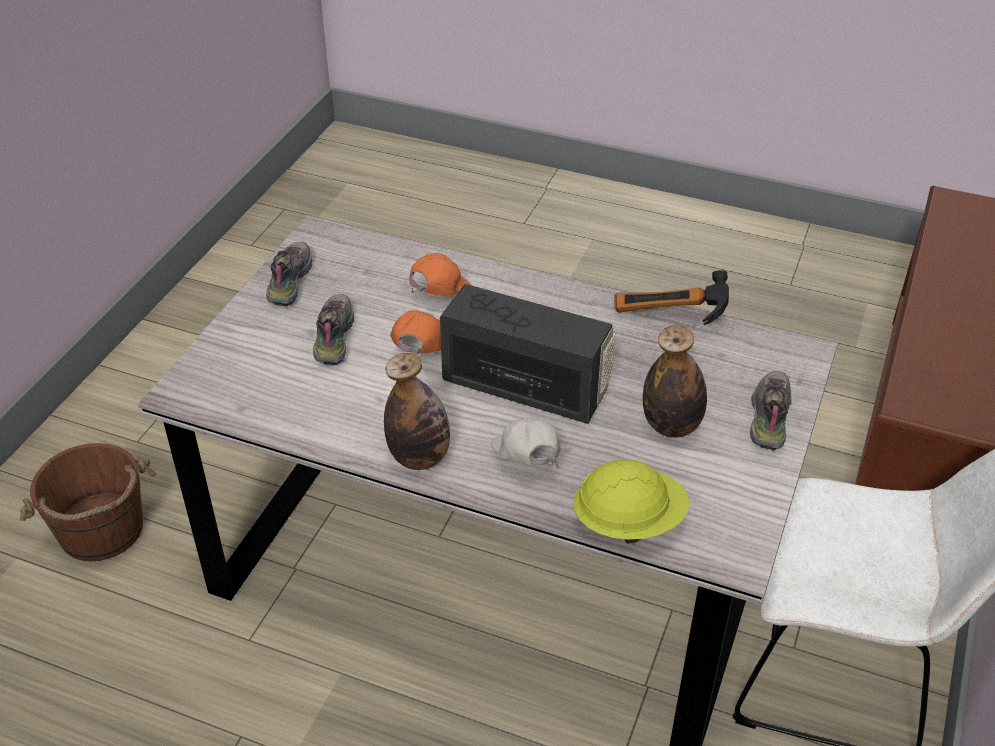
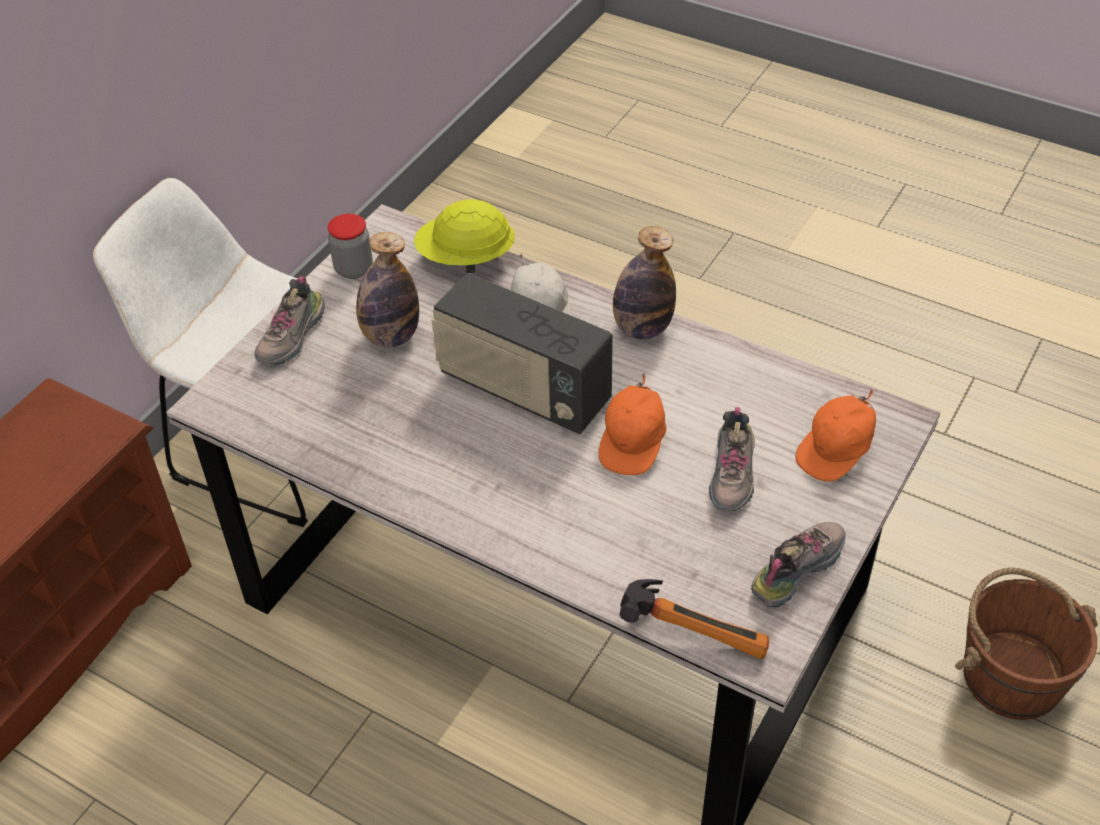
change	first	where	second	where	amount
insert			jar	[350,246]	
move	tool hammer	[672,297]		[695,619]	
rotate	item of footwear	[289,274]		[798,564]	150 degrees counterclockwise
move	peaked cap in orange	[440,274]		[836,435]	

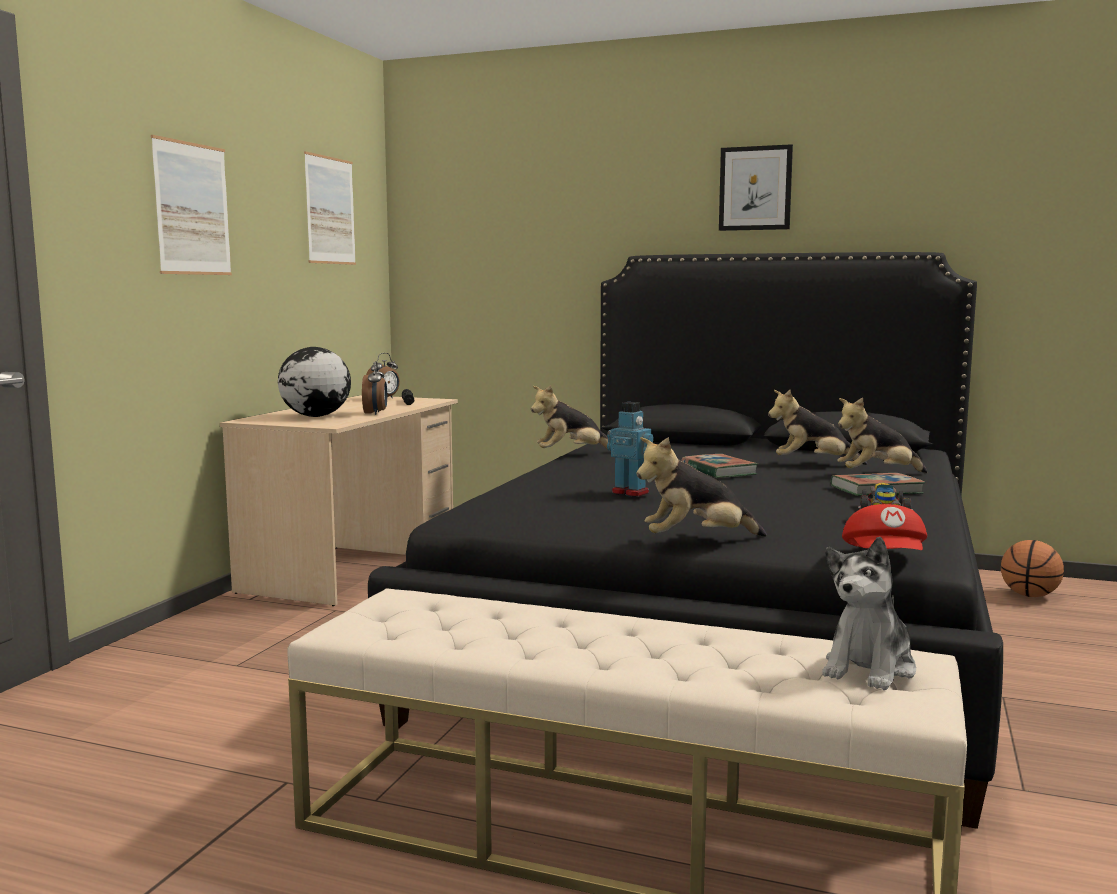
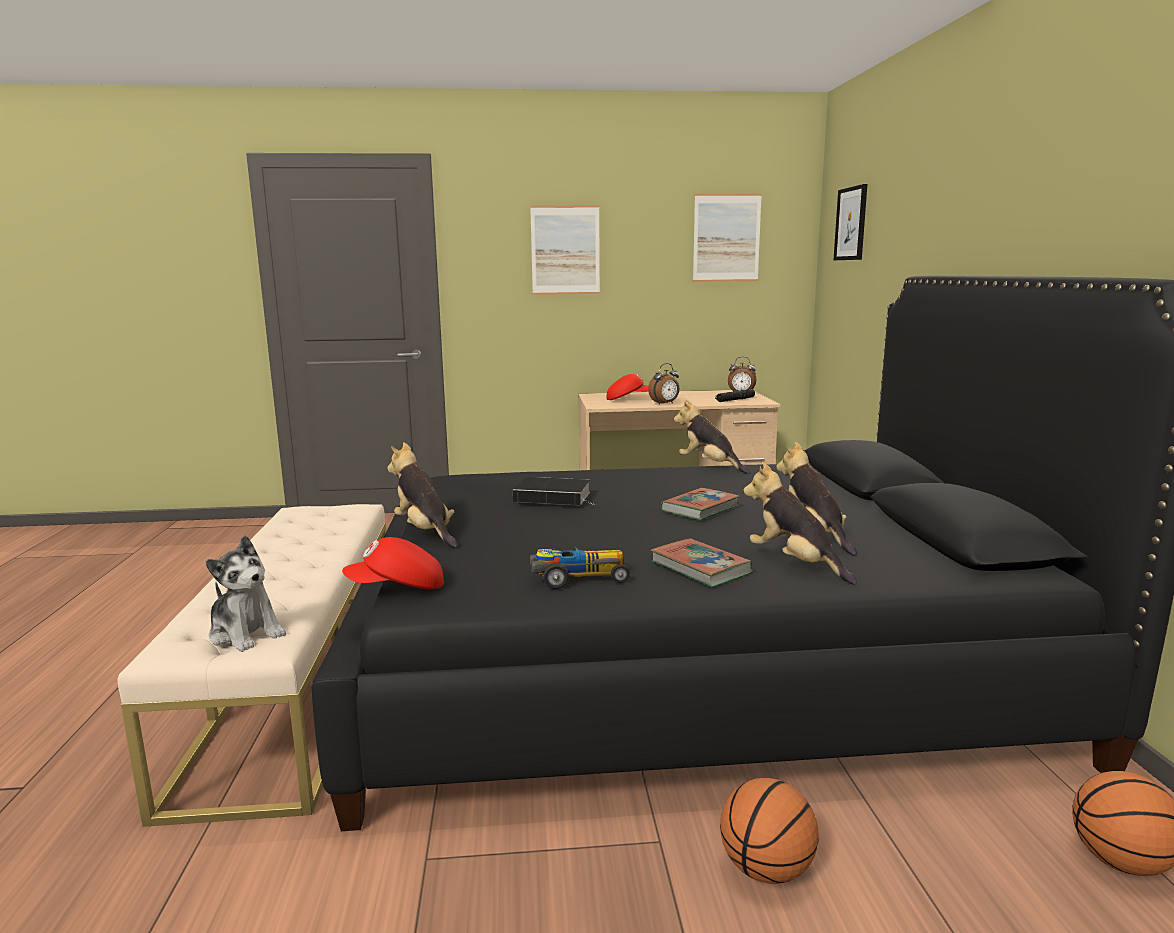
change	first	where	second	where	amount
rotate	cuddly toy	[869,613]		[246,593]	150 degrees counterclockwise
replace	toy robot	[630,449]	book	[553,491]	
replace	desk globe	[314,382]	peaked cap in reddish	[628,387]	
insert			basketball	[769,831]	
move	wall art	[756,187]		[850,222]	

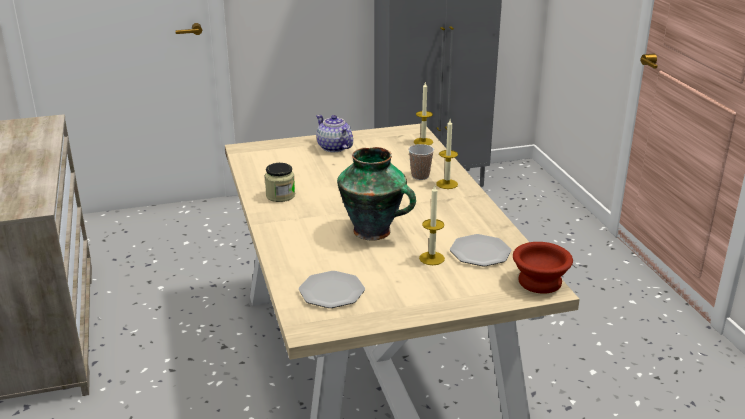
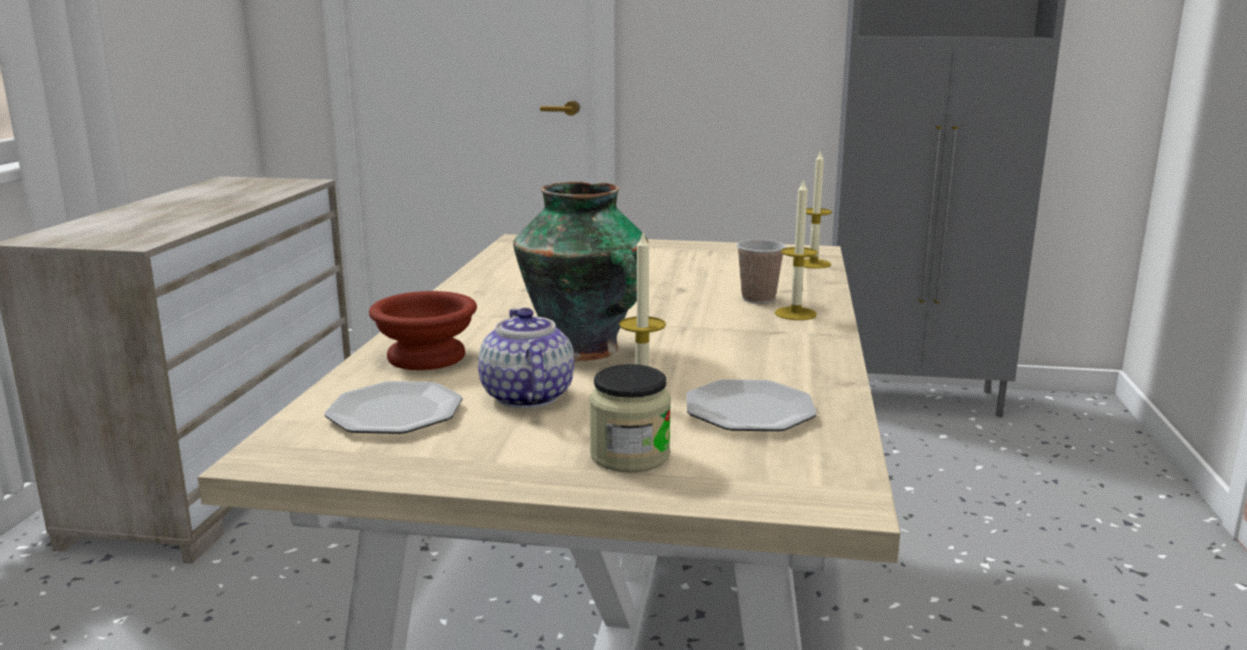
change	first	where	second	where	amount
move	deep dish in brown	[543,268]		[423,330]	
move	pot for tea	[334,133]		[526,358]	
move	jar	[280,182]		[630,418]	

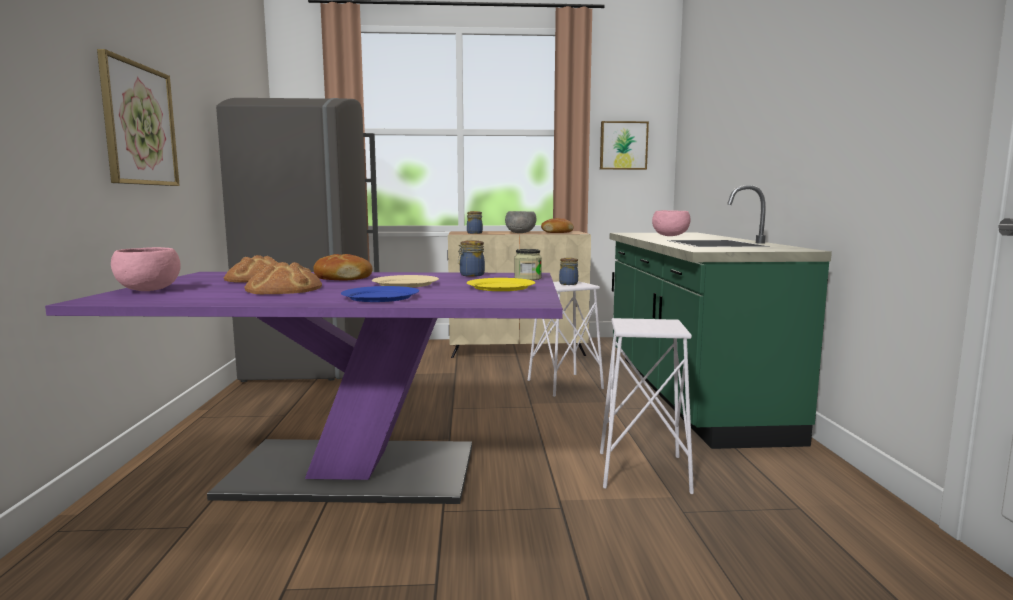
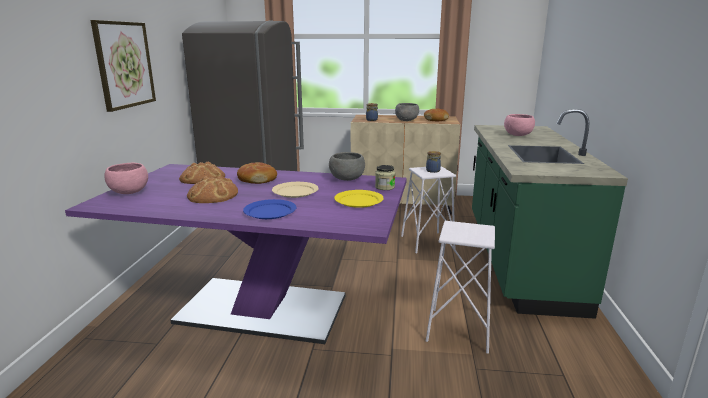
change	first	where	second	where	amount
replace	jar	[471,258]	deep dish in grey	[347,166]	
delete	wall art	[624,145]			

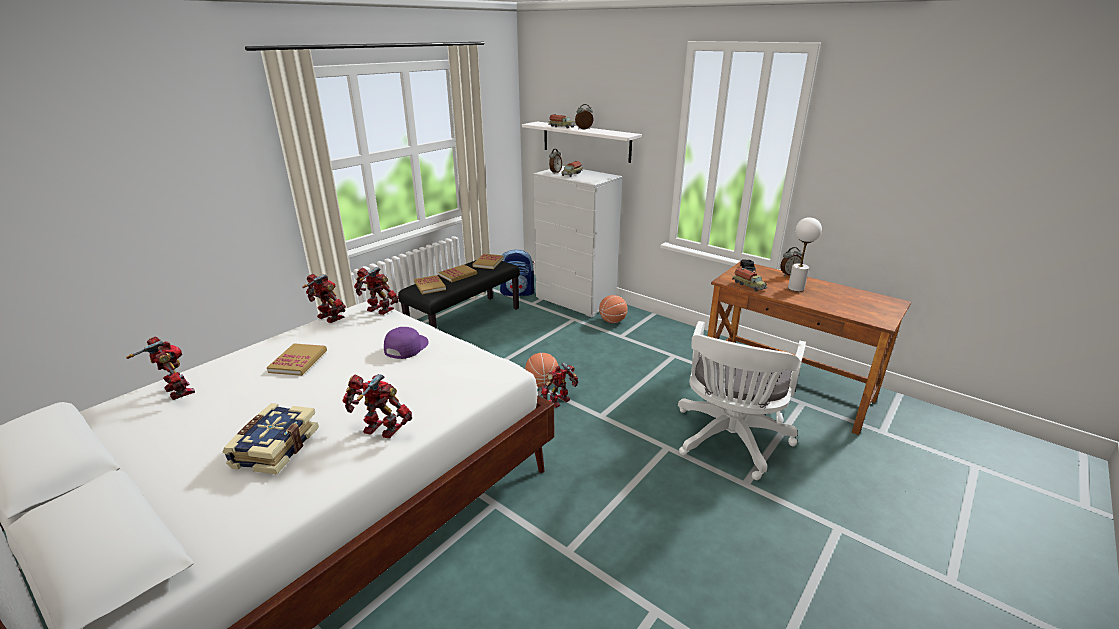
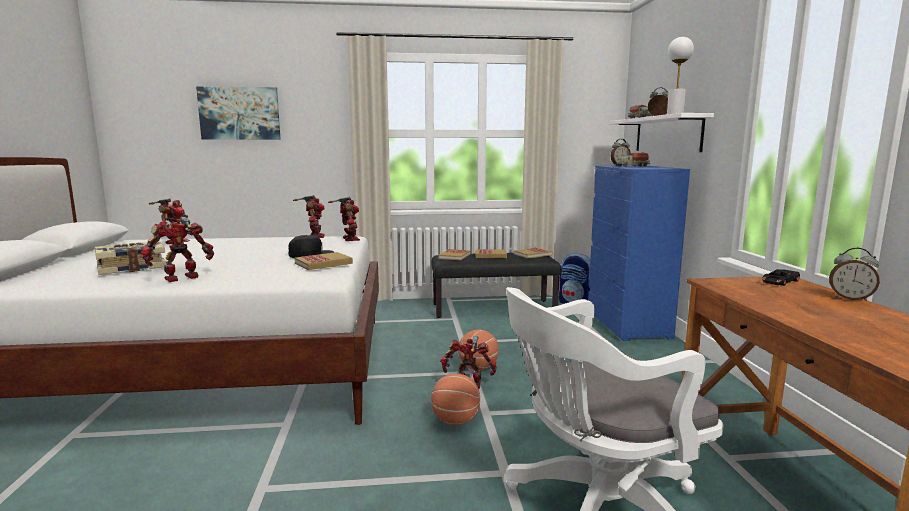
change	first	where	second	where	amount
rotate	toy robot	[377,406]		[177,249]	105 degrees counterclockwise
insert			wall art	[238,113]	
recolor	peaked cap in purplish	[406,343]	peaked cap in blackish	[311,246]	
move	book	[297,359]		[324,261]	
move	basketball	[613,309]		[455,399]	
recolor	chest of drawers in white-coloured	[577,241]	chest of drawers in blue-coloured	[639,253]	
move	lamp for a table in white-coloured	[805,254]		[680,75]	
delete	toy truck	[749,280]			

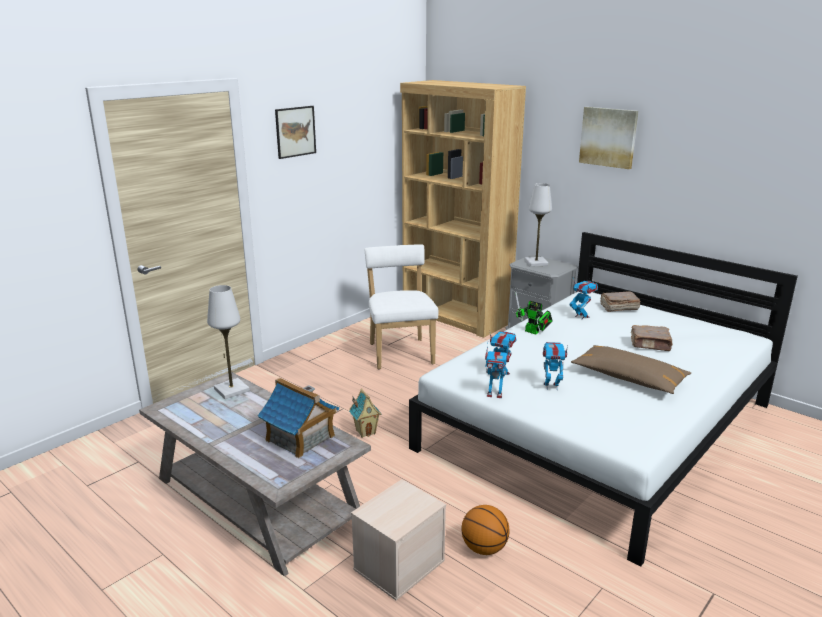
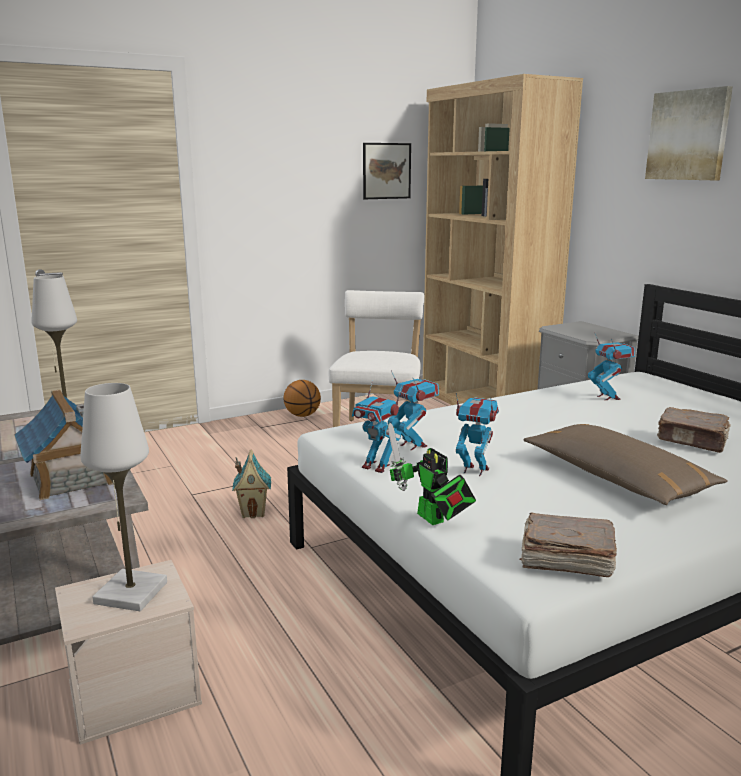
change	first	where	second	where	amount
move	lamp for a table in white-coloured	[538,225]		[123,497]	
move	basketball	[485,530]		[302,398]	
move	wall art	[295,132]		[387,171]	
move	toy robot	[534,313]		[431,473]	
move	book in brown	[620,301]		[568,544]	

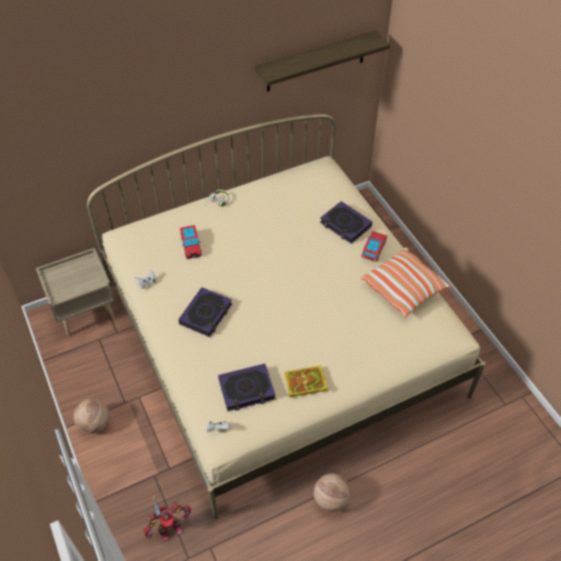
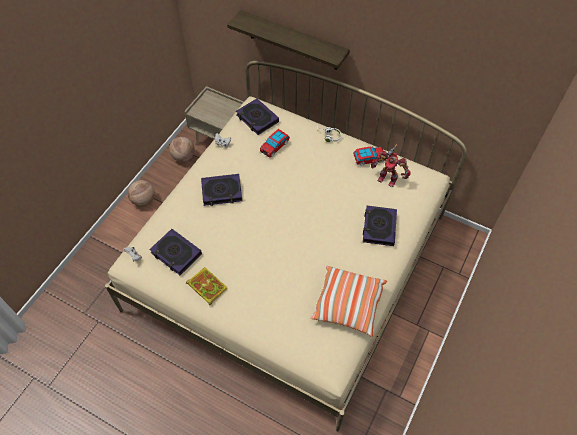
change	first	where	second	where	amount
move	basketball	[332,492]		[182,149]	
move	shelf	[322,61]		[288,40]	
insert			book	[257,117]	
move	miniature car	[374,246]		[369,156]	
move	toy robot	[167,519]		[391,165]	

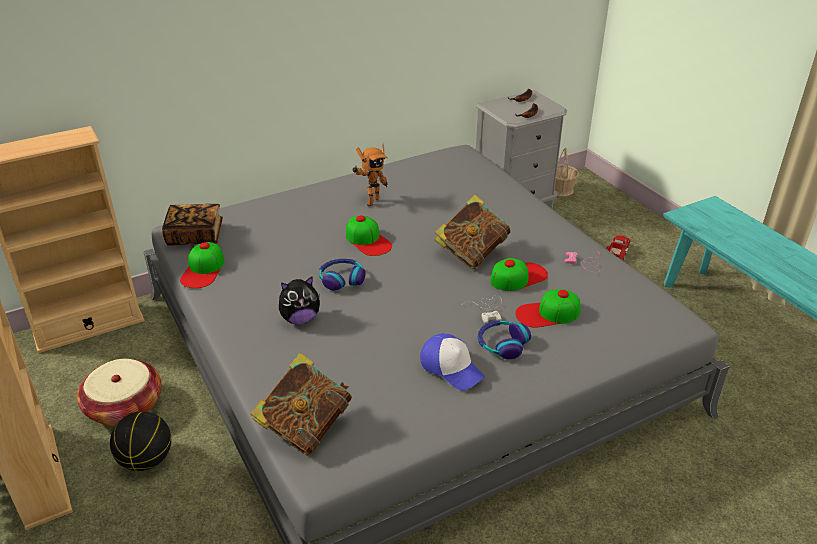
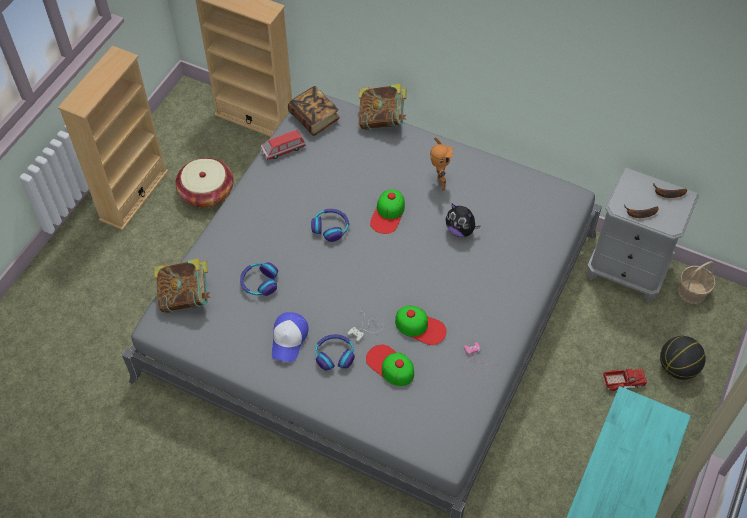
change	first	where	second	where	amount
insert			pair of headphones	[259,279]	
replace	peaked cap	[202,265]	miniature car	[283,144]	
move	book	[473,232]		[383,107]	
rotate	toy robot	[369,175]		[441,164]	105 degrees counterclockwise
move	cuddly toy	[299,300]		[463,220]	
move	basketball	[140,441]		[683,358]	

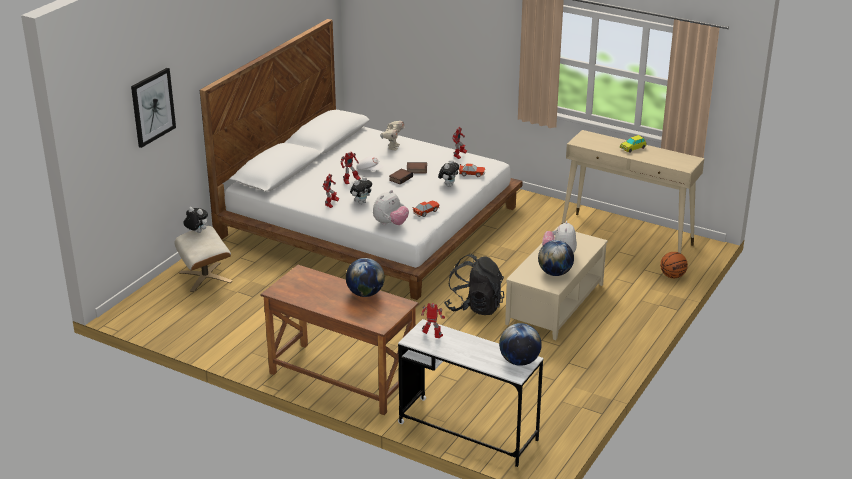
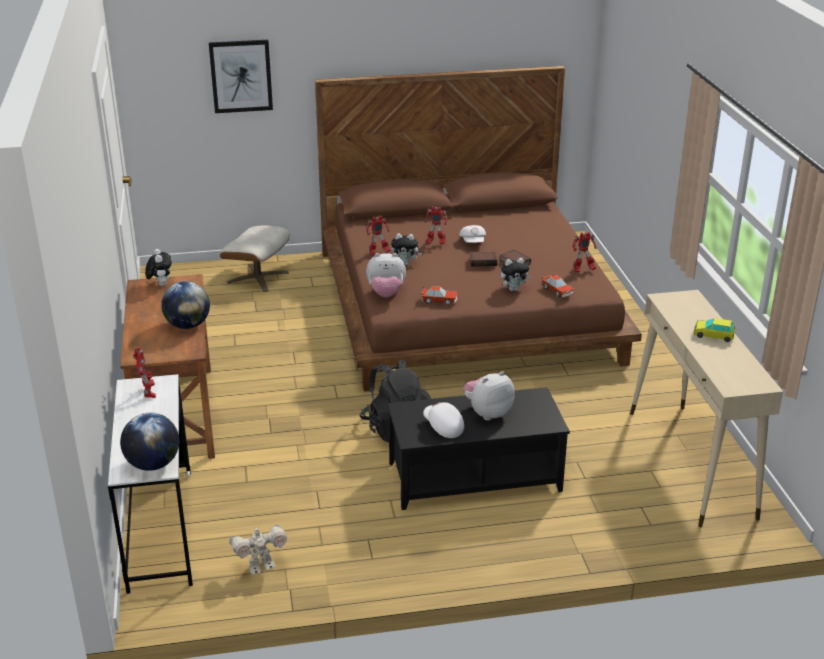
change	first	where	second	where	amount
move	cuddly toy	[196,220]		[158,267]	
move	toy robot	[392,135]		[258,549]	
recolor	bed in white-coloured	[361,159]	bed in brown	[478,229]	
recolor	low table in beige	[556,283]	low table in blackish	[479,448]	
replace	desk globe	[556,258]	peaked cap in white-coloured	[443,420]	
delete	basketball	[674,265]			

